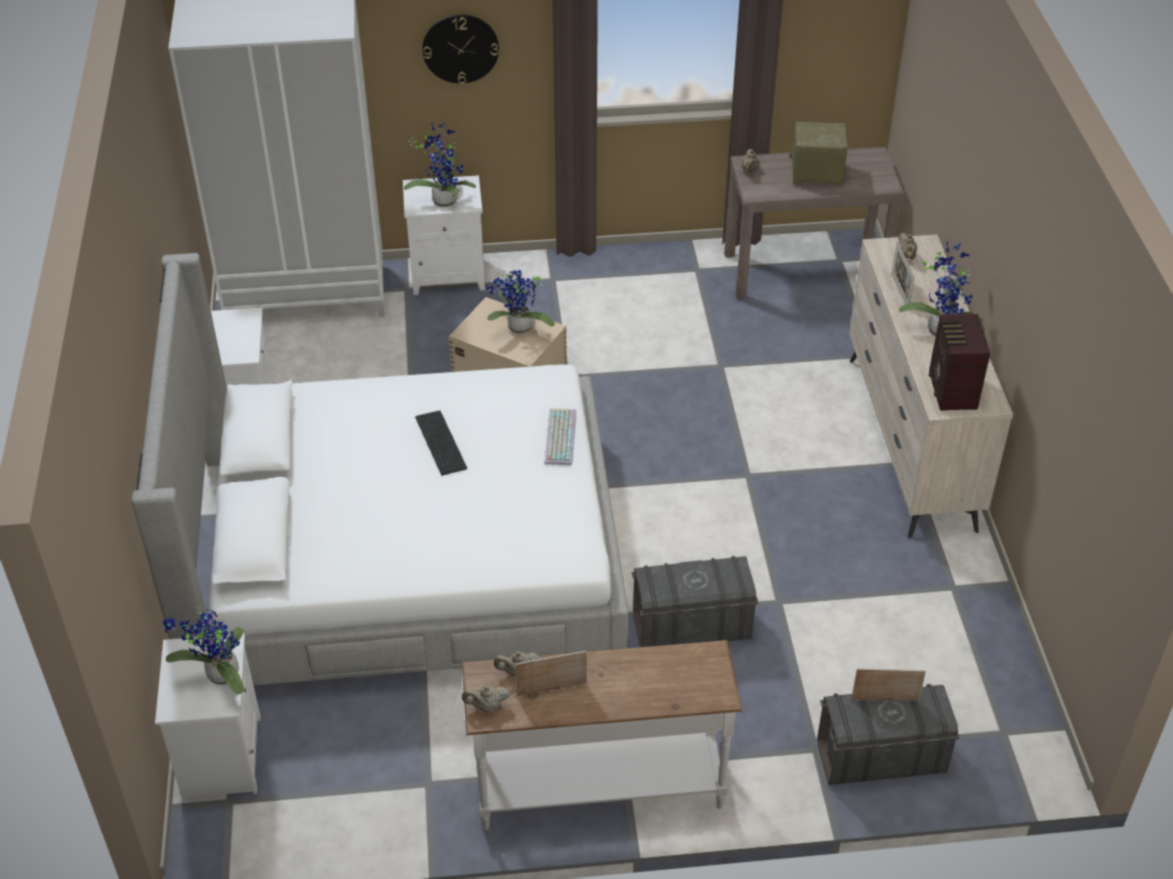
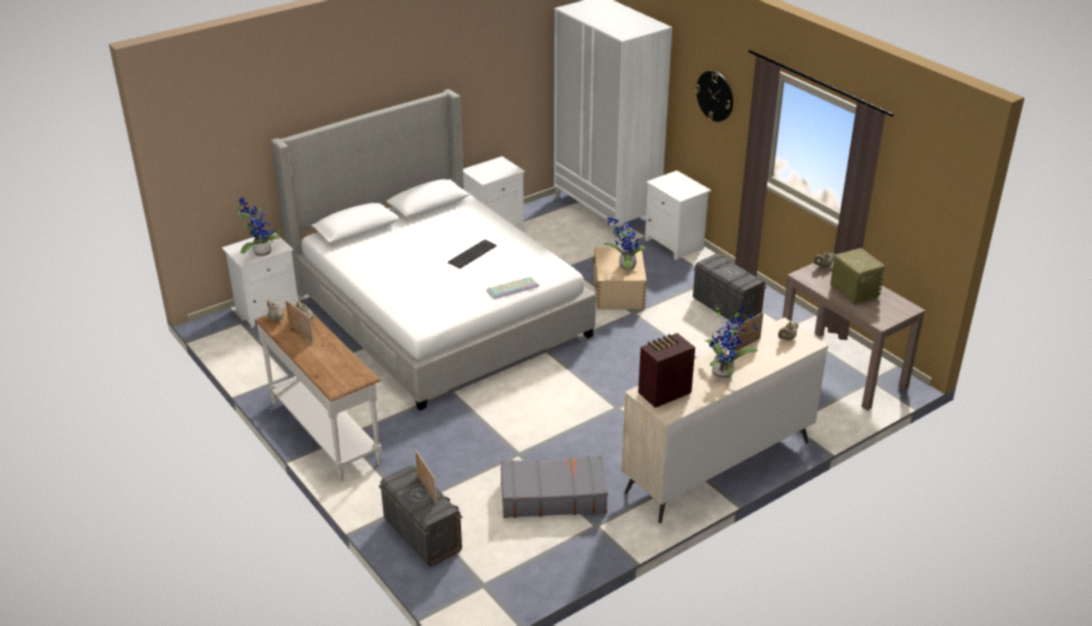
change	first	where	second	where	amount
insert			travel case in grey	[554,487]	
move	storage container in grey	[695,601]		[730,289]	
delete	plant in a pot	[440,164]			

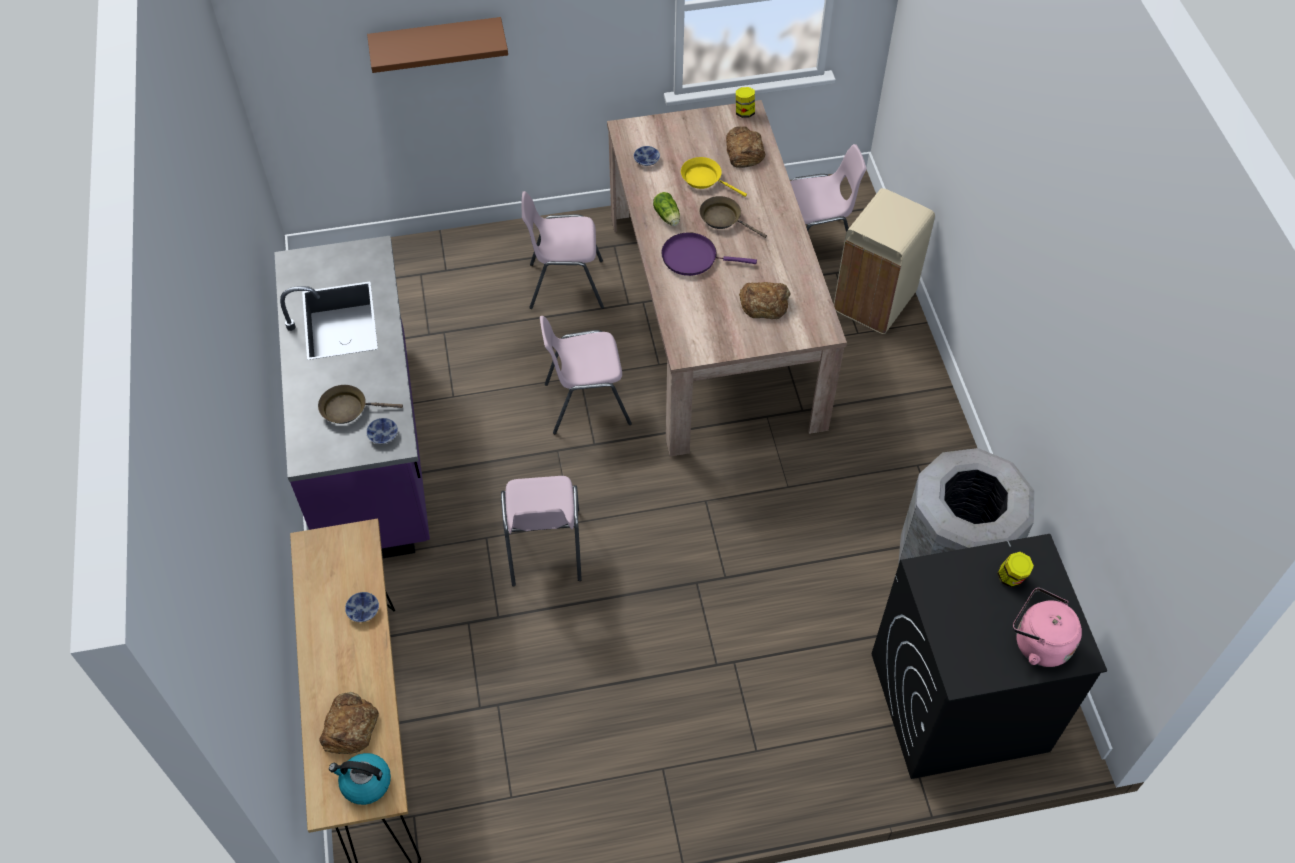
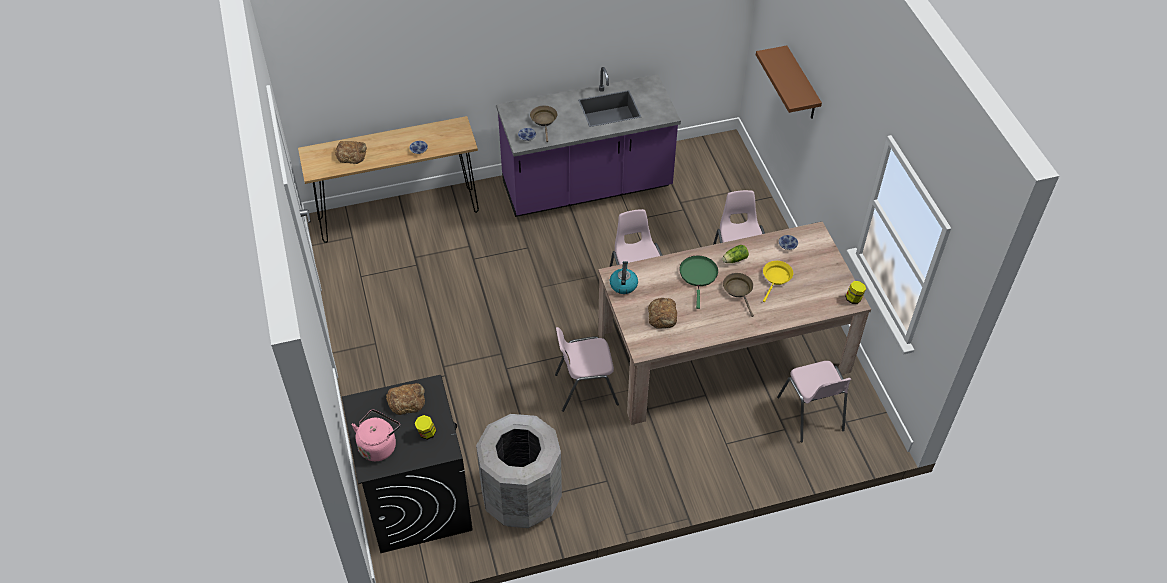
change	first	where	second	where	amount
move	bread	[745,147]		[405,399]	
move	chair in pinkish	[541,531]		[587,369]	
move	kettle	[360,779]		[624,277]	
recolor	pan in purplish	[709,254]	pan in green-coloured	[698,282]	
rotate	pan in brown	[733,217]		[738,295]	45 degrees counterclockwise
delete	rubbish bin in beige	[884,261]			

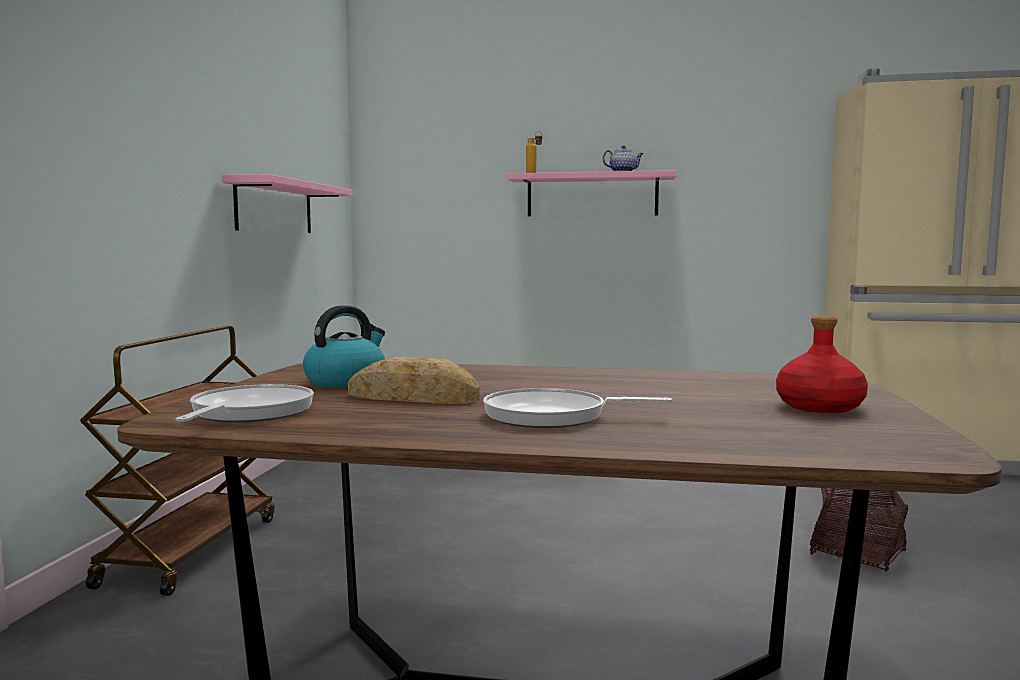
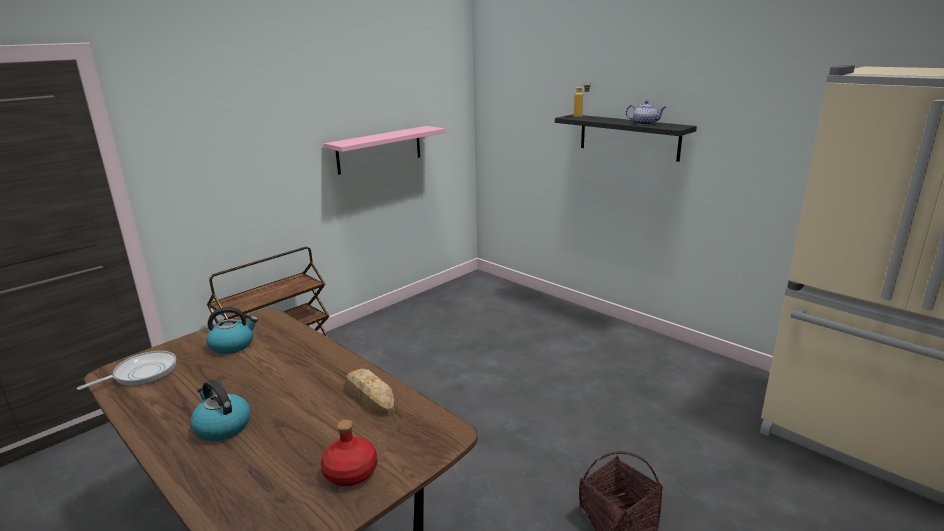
change	first	where	second	where	amount
replace	pan	[577,408]	kettle	[220,410]	
move	bread	[414,380]		[371,392]	
recolor	shelf in pinkish	[591,193]	shelf in blackish	[626,138]	

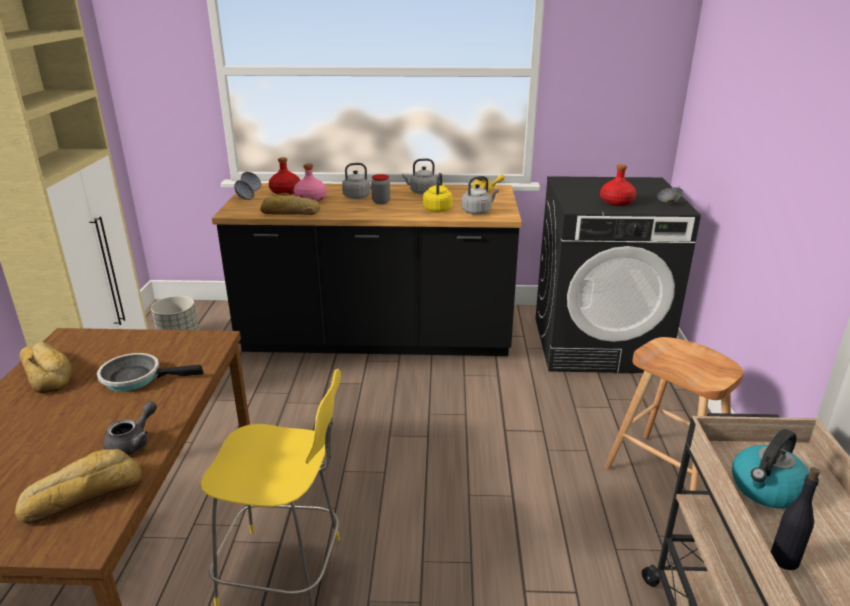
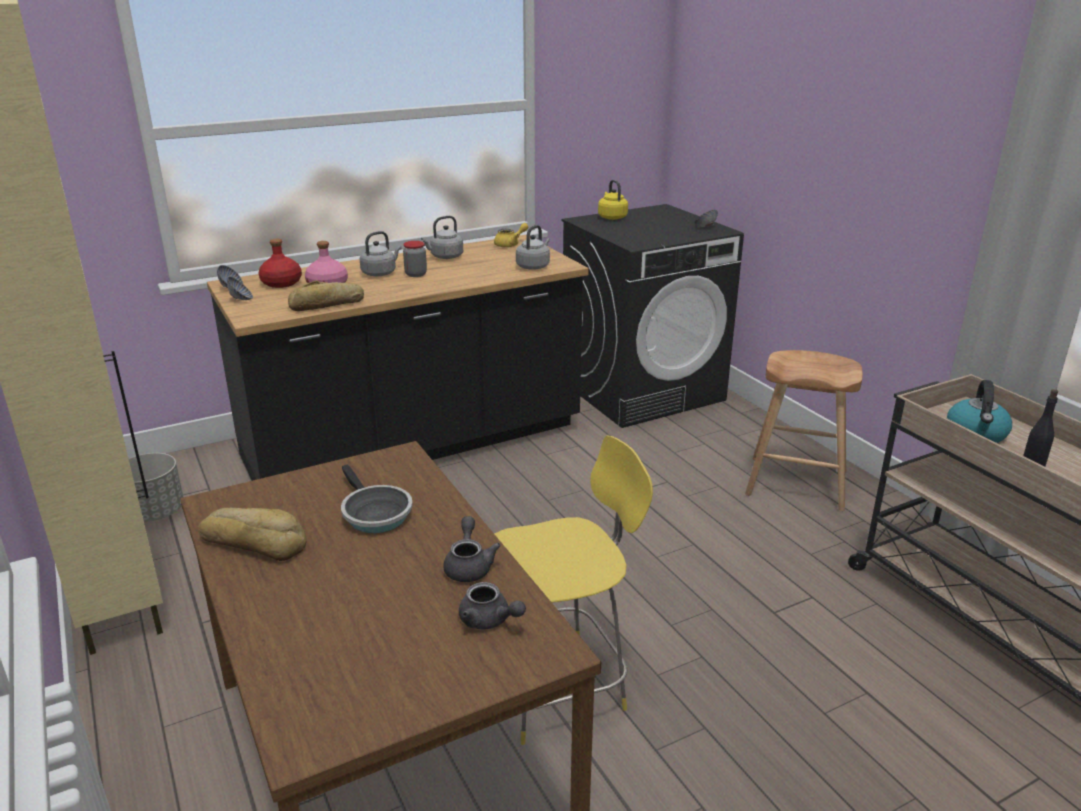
change	first	where	second	where	amount
rotate	pan	[150,372]		[377,498]	90 degrees counterclockwise
replace	bread	[78,486]	pot for tea in grey	[492,606]	
move	kettle in yellow	[438,192]		[613,200]	
delete	drink bottle in reddish	[618,185]			

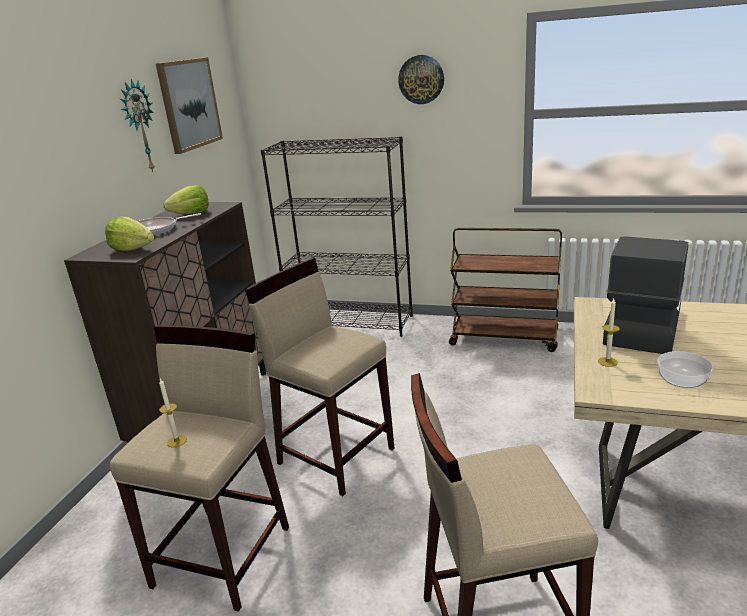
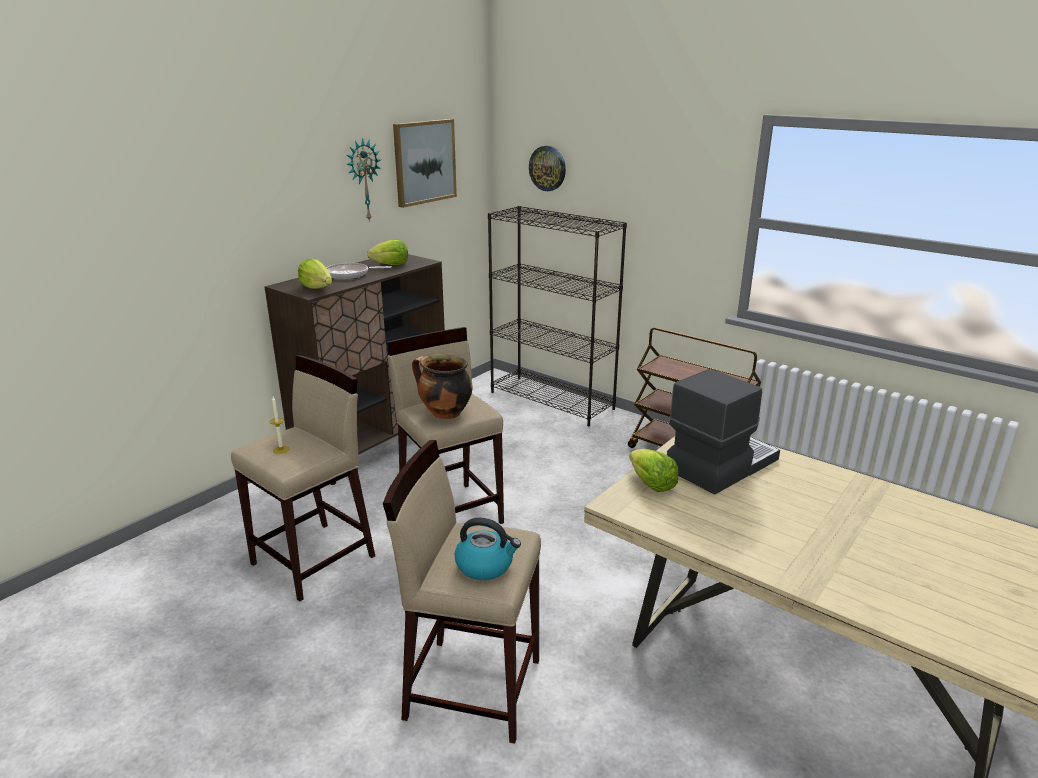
change	first	where	second	where	amount
insert			cooking pot	[442,386]	
insert			kettle	[488,548]	
move	clock on the wall	[421,79]		[547,168]	
replace	wax light	[609,333]	head of lettuce	[653,470]	
delete	deep dish	[685,369]			

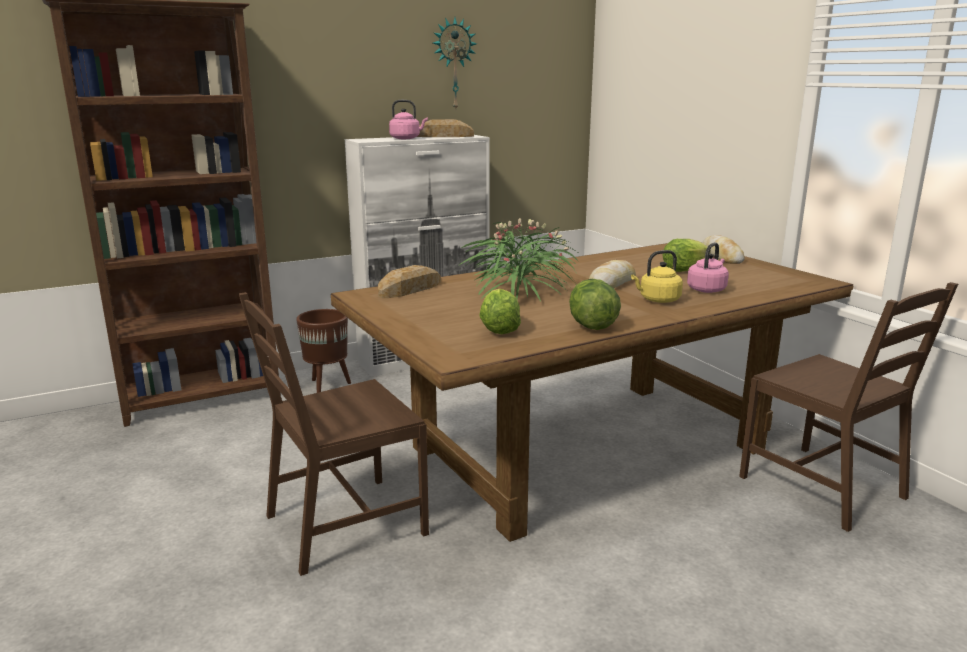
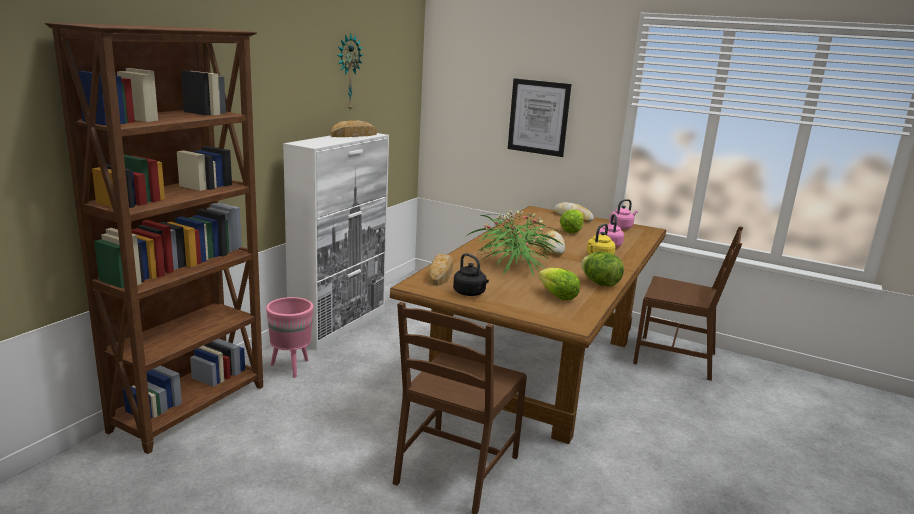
change	first	where	second	where	amount
recolor	flower pot in brown	[323,351]	flower pot in pinkish	[289,337]	
insert			kettle in blackish	[471,274]	
insert			wall art	[539,117]	
move	kettle in pinkish	[408,119]		[623,214]	

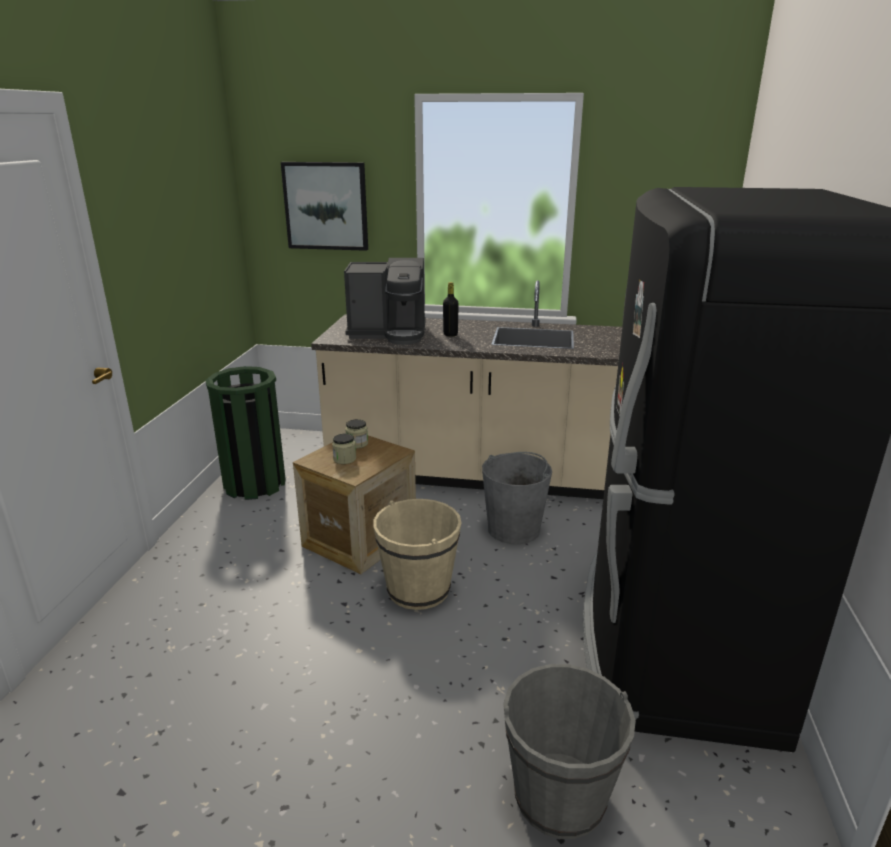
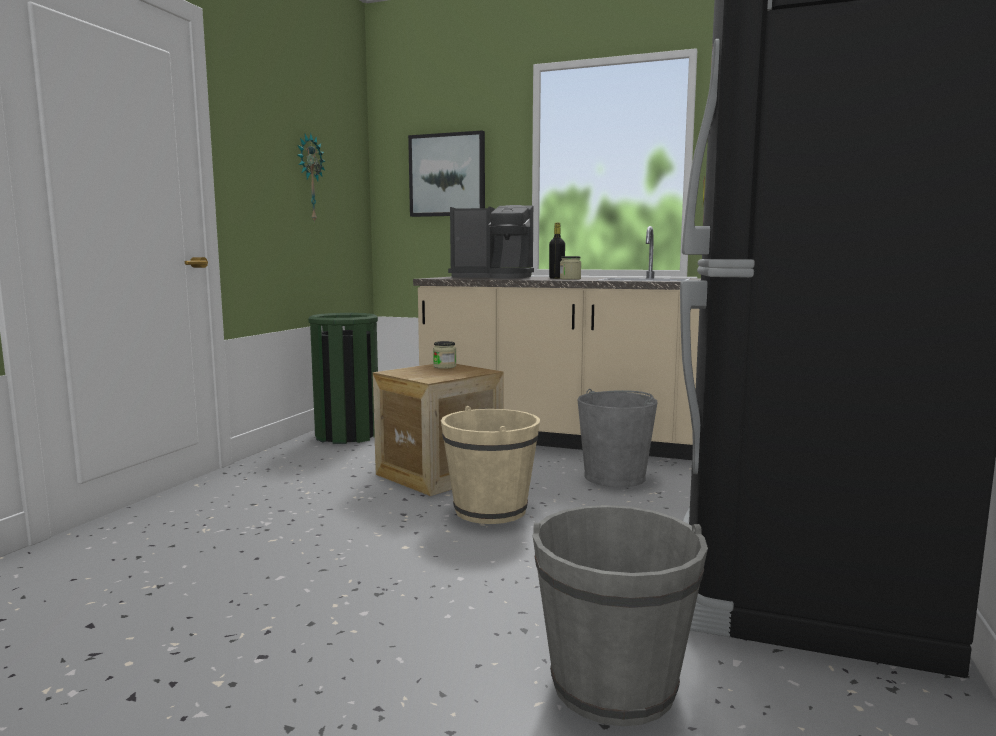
change	first	where	second	where	amount
insert			clock on the wall	[312,178]	
move	jar	[344,448]		[570,268]	

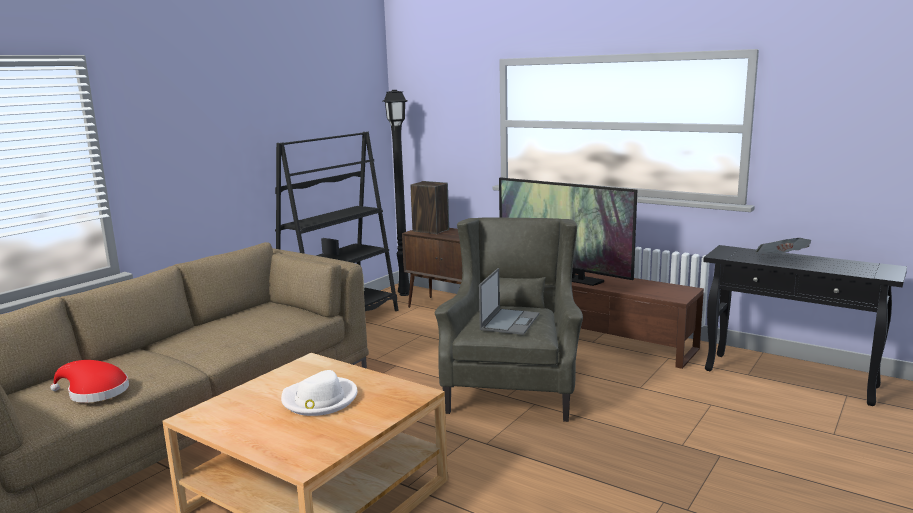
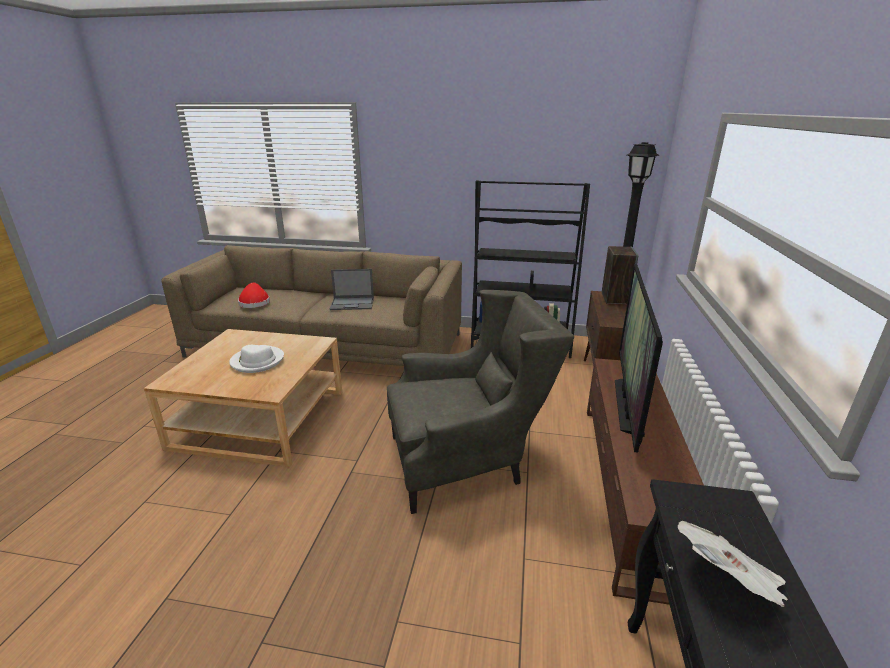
change	first	where	second	where	amount
move	portable computer	[509,301]		[352,289]	

